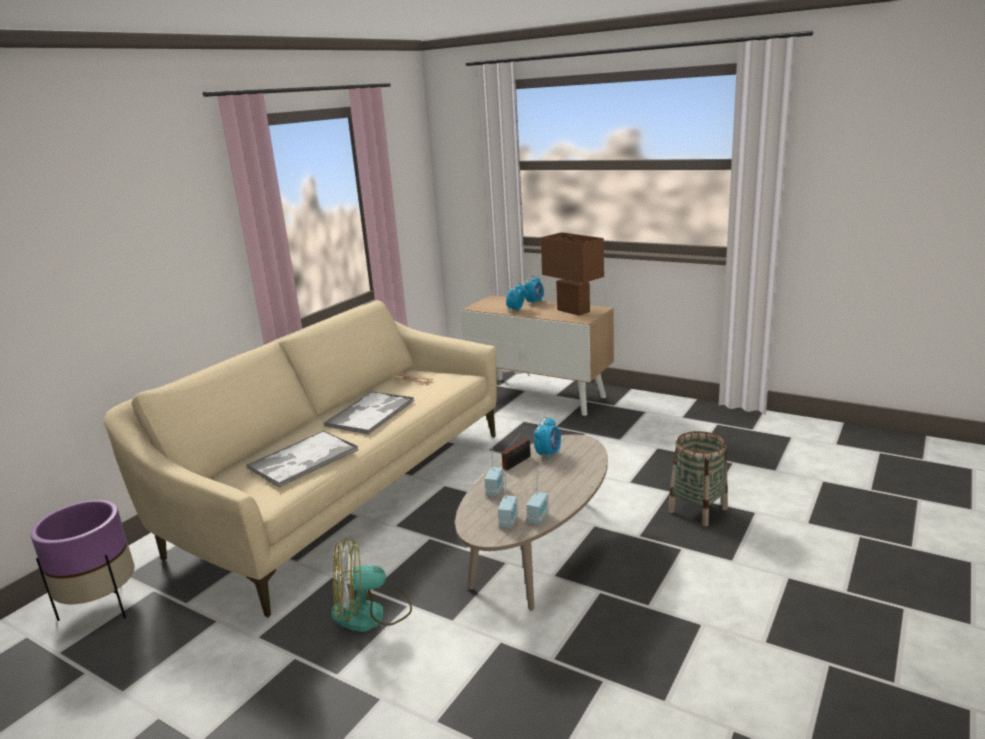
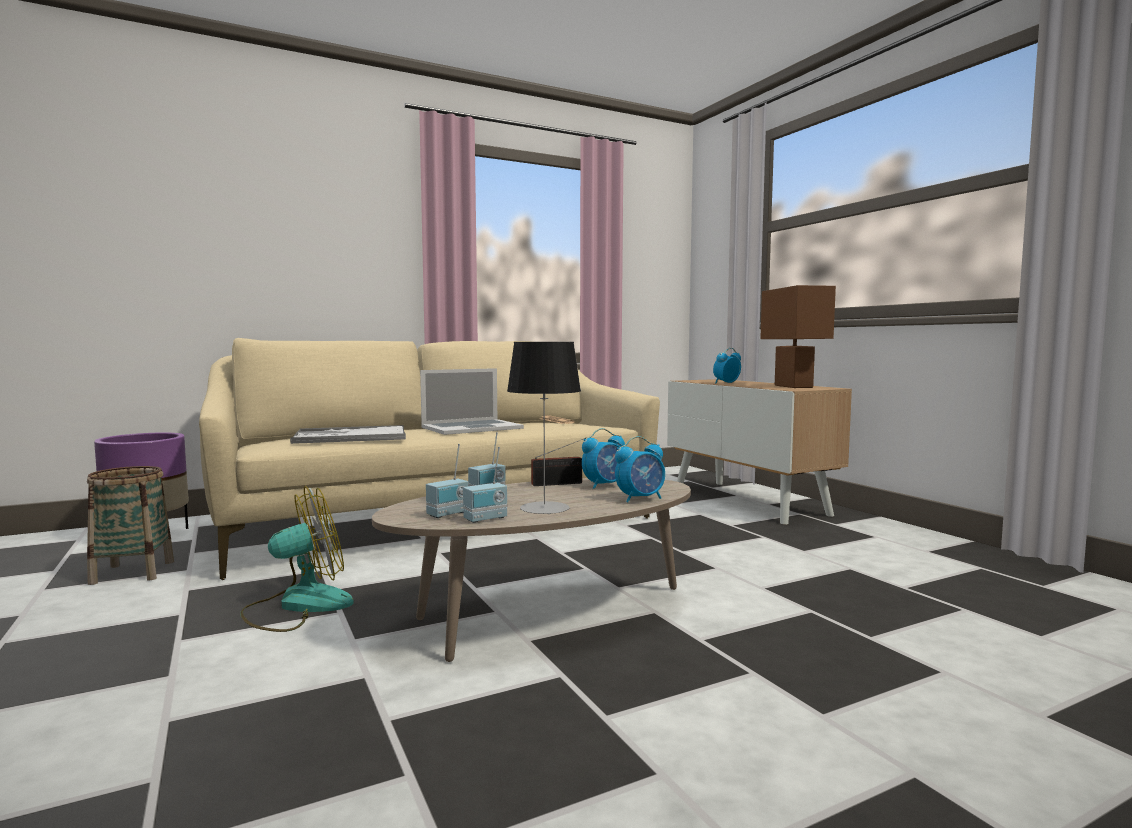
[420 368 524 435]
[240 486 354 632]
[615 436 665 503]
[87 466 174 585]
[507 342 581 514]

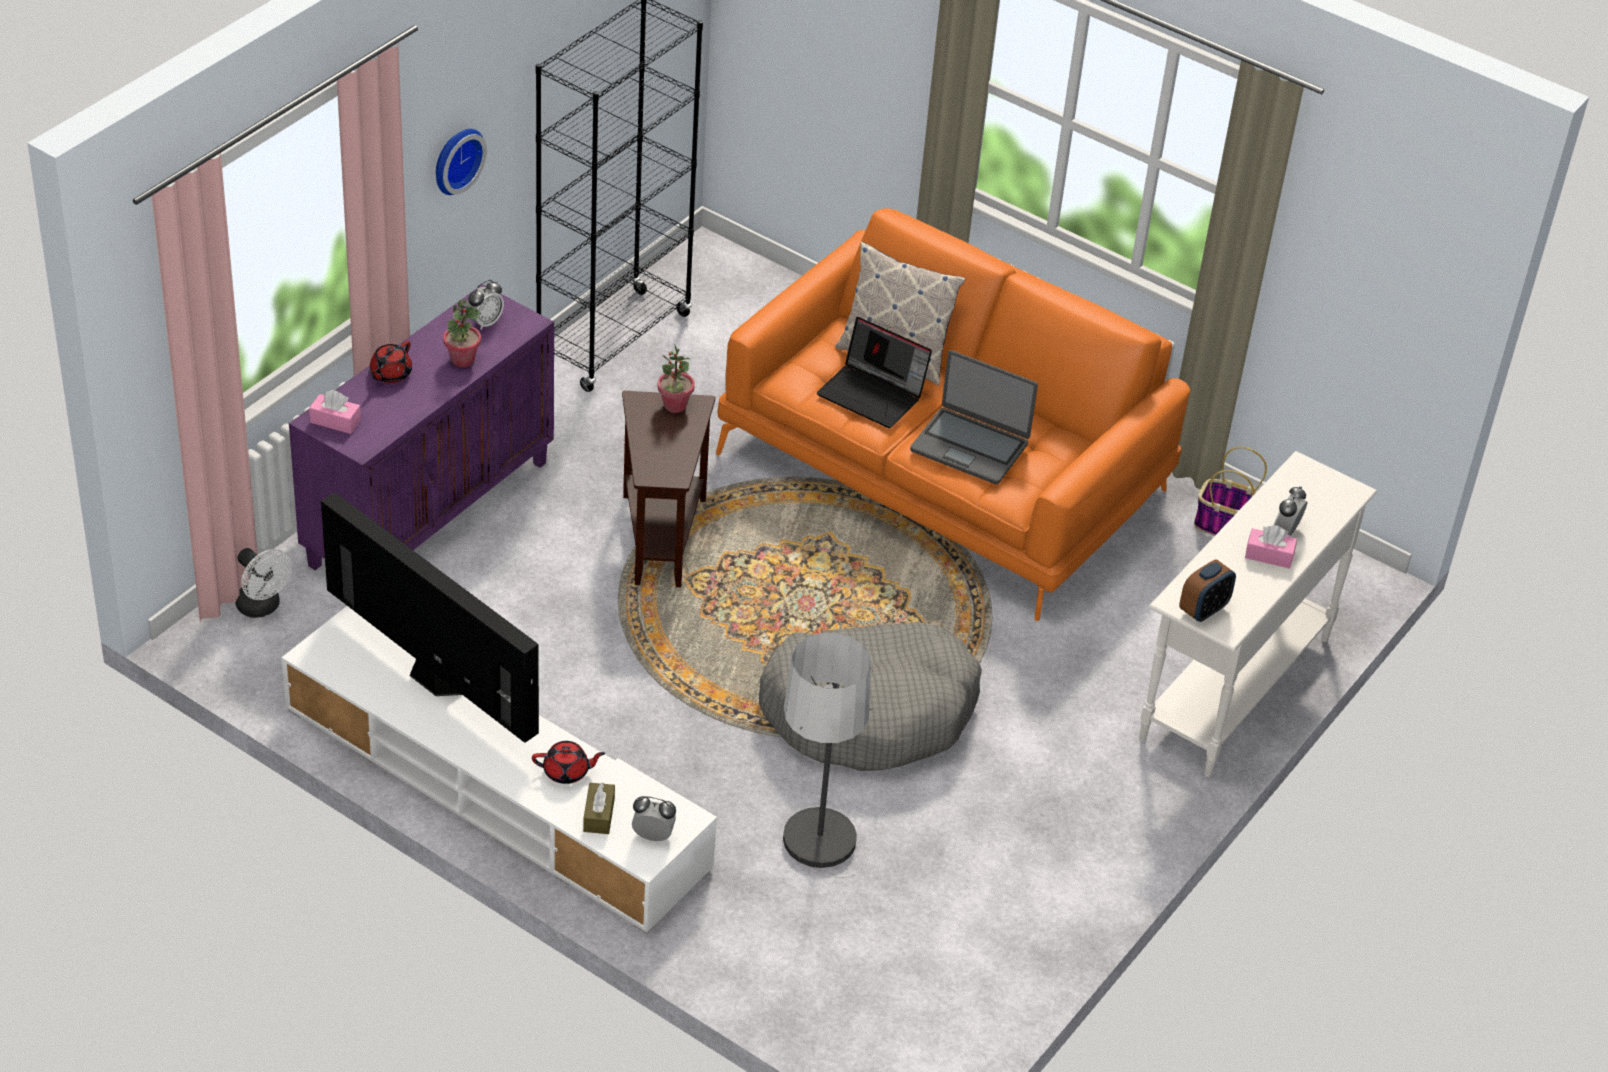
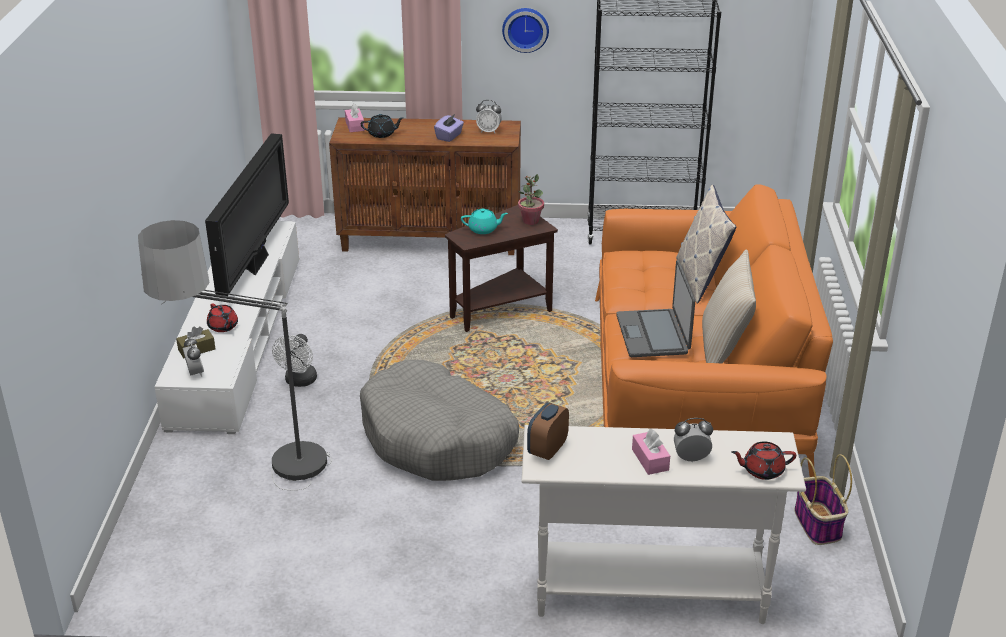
[272 334 317 387]
[329 117 521 255]
[731 441 796 480]
[434 114 464 142]
[817 317 932 428] (first image)
[527 402 569 460]
[361 114 404 138]
[461 209 508 234]
[702 249 756 363]

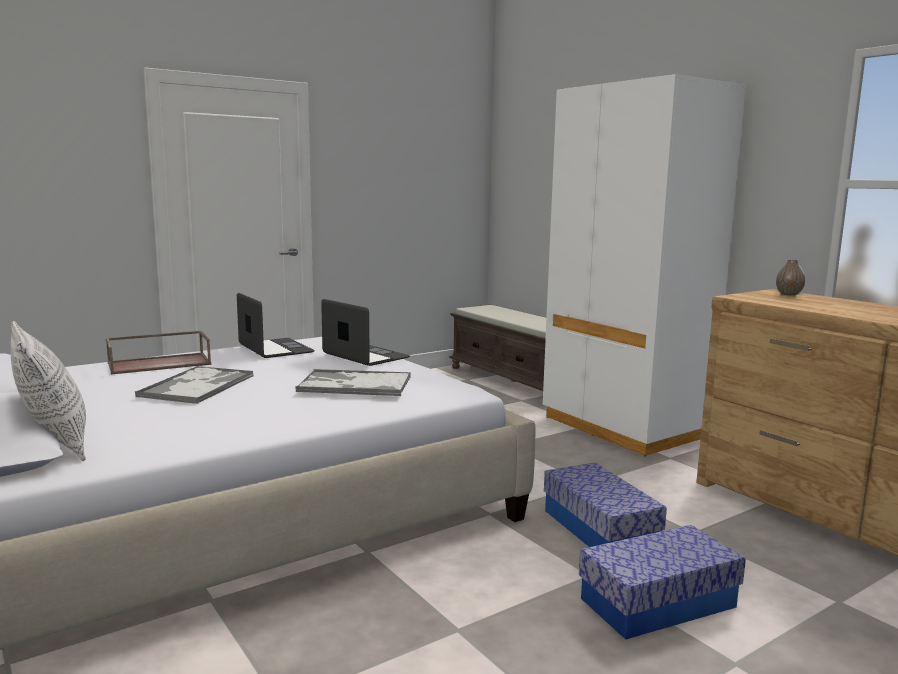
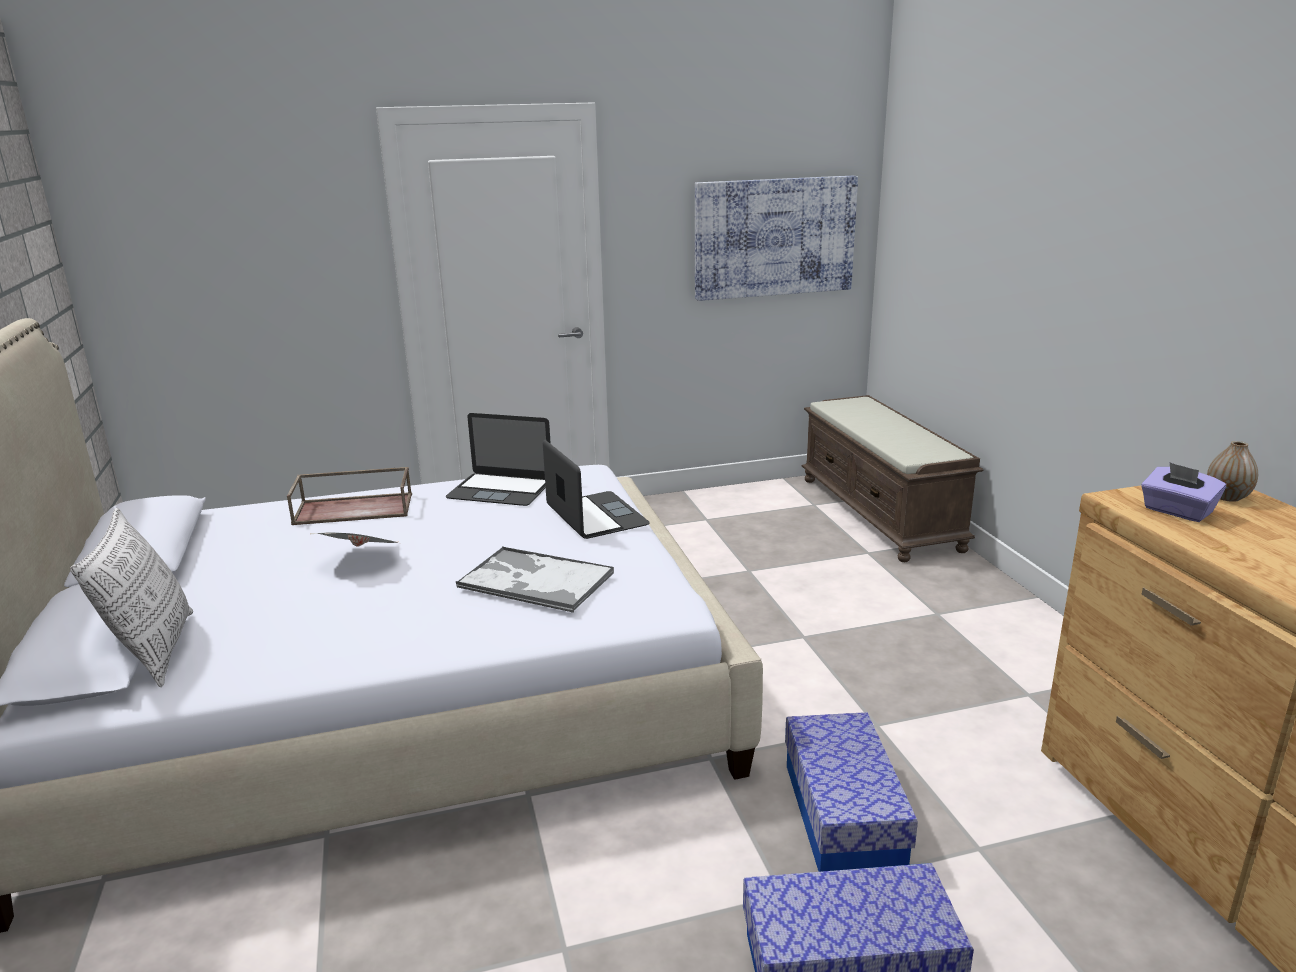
[310 532 399 547]
[446 413 551 506]
[543 74 746 456] (first image)
[695 176 858 301]
[1141 462 1226 522]

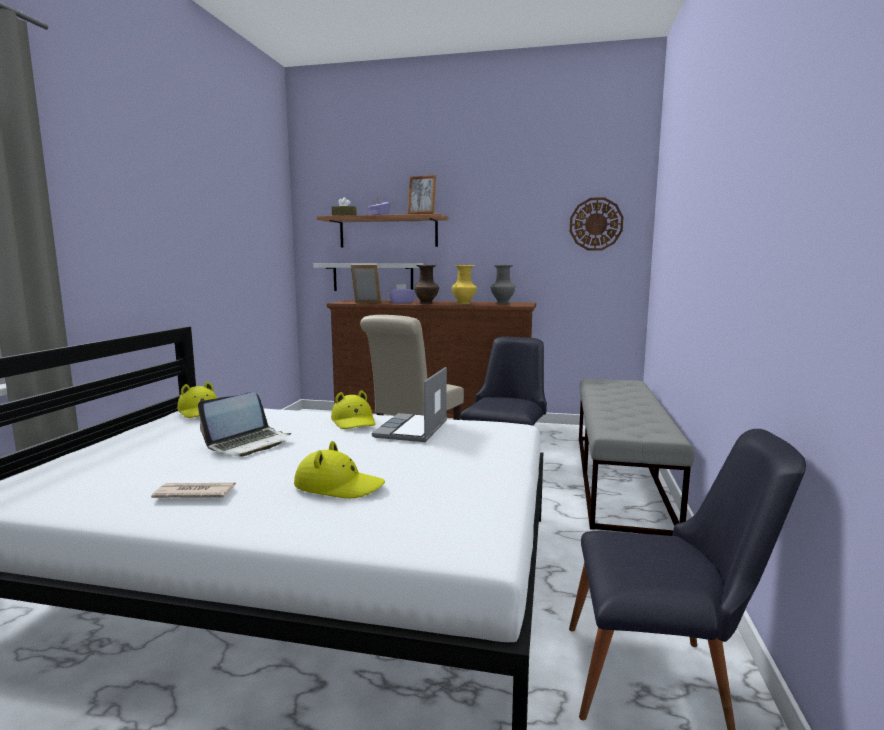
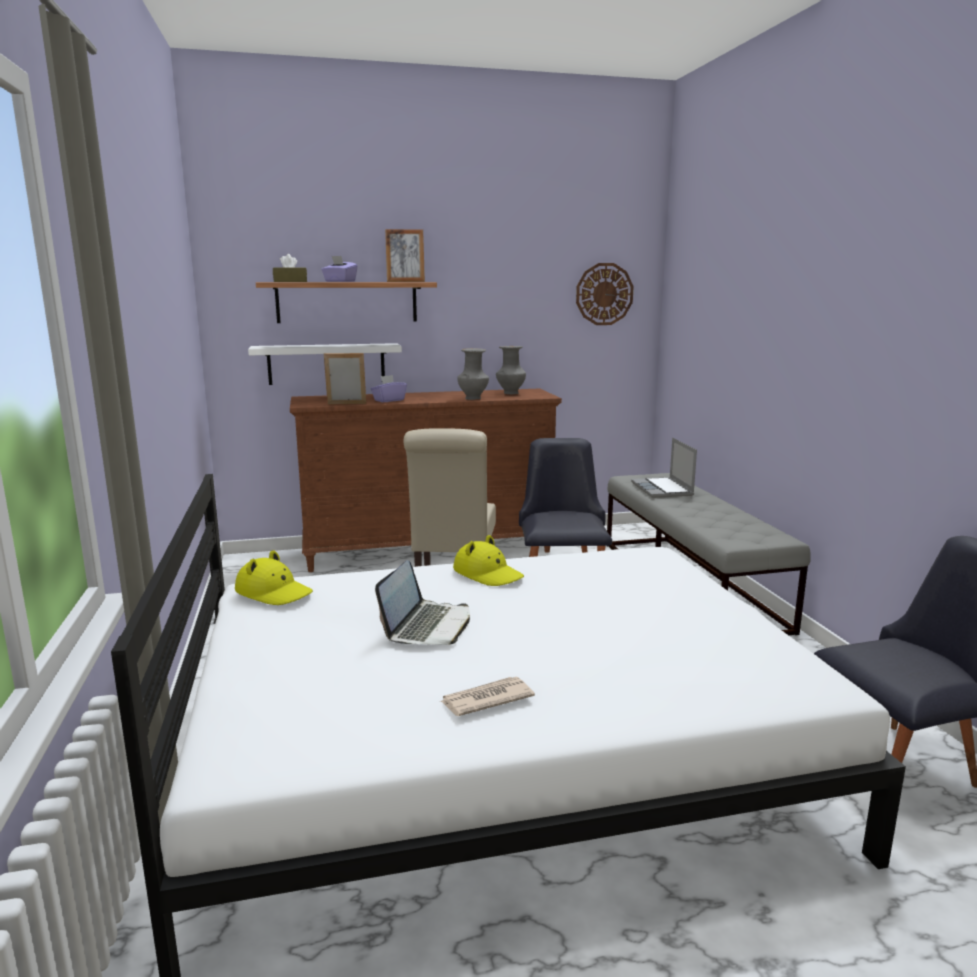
[294 441 385 498] (first image)
[631 438 697 498]
[414 265 439 304] (first image)
[457 348 489 400]

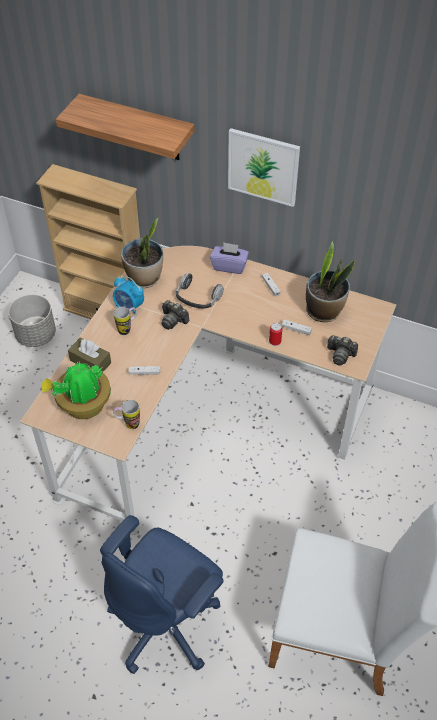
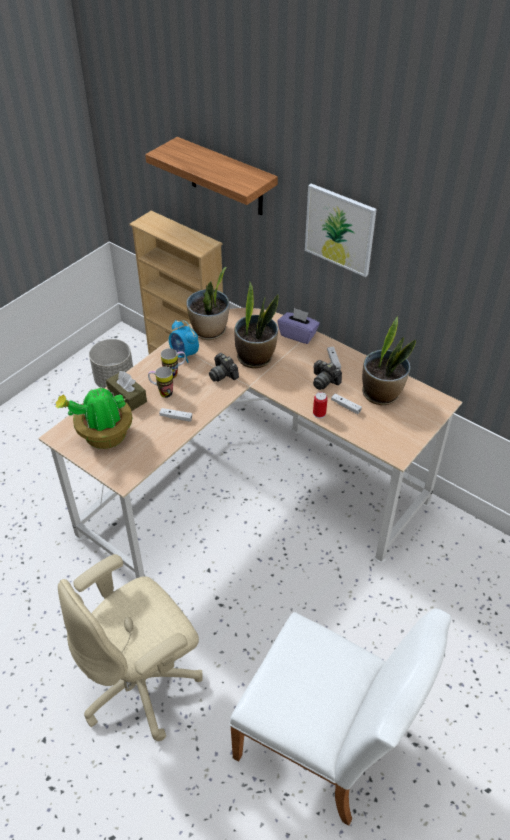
[58 554 203 741]
[148 366 173 398]
[235 282 279 368]
[313 360 342 390]

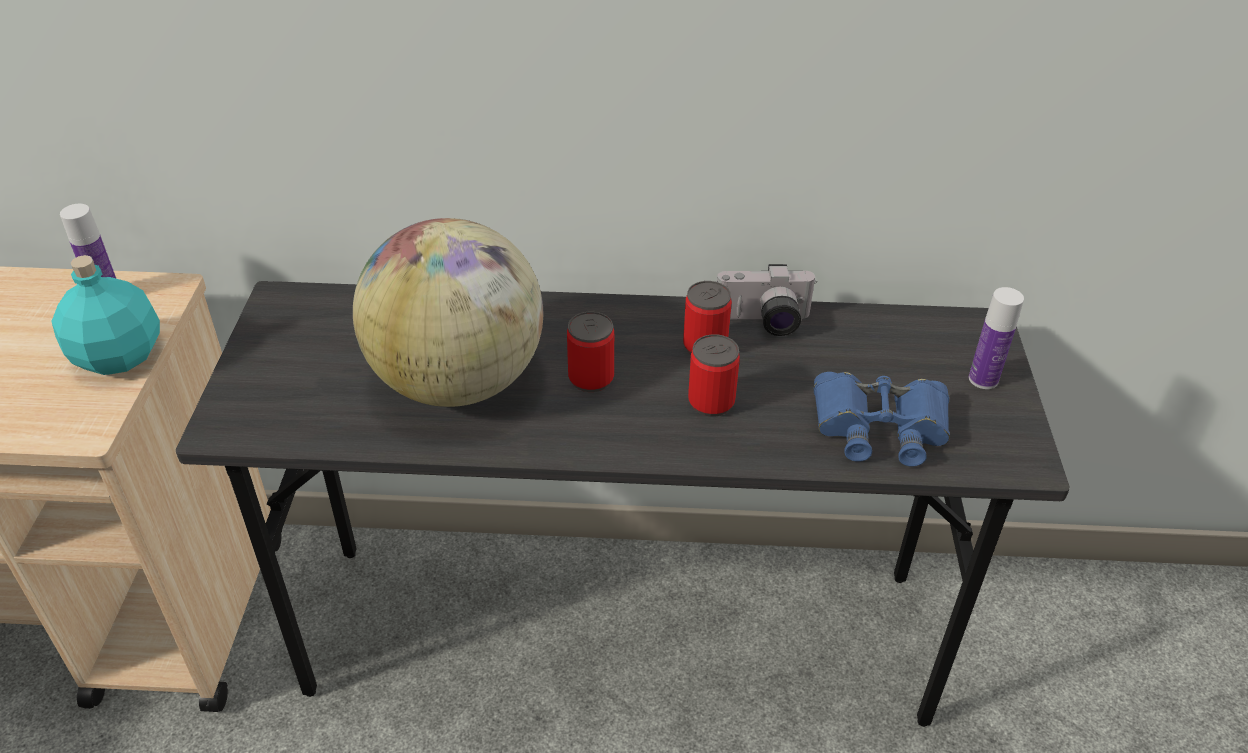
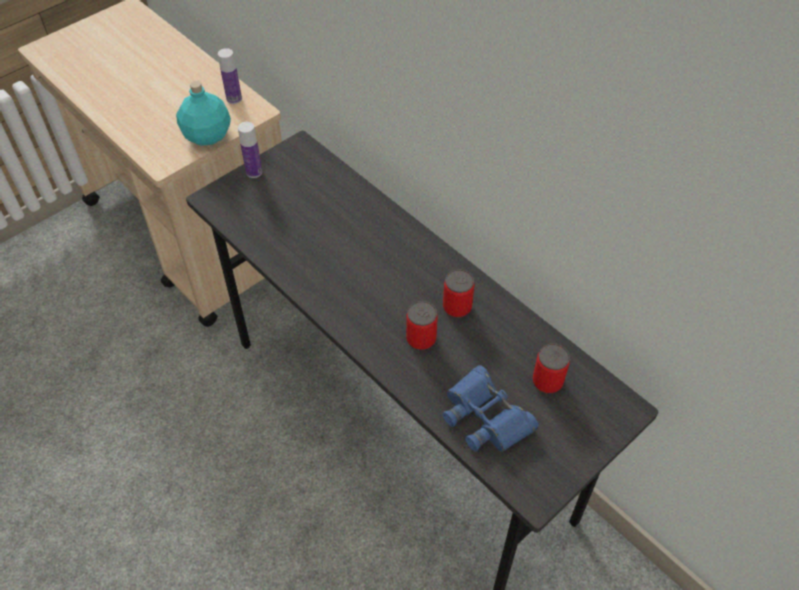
[353 218 543 407] (first image)
[532 344 570 394]
[717 264 817 336] (first image)
[238 122 262 178]

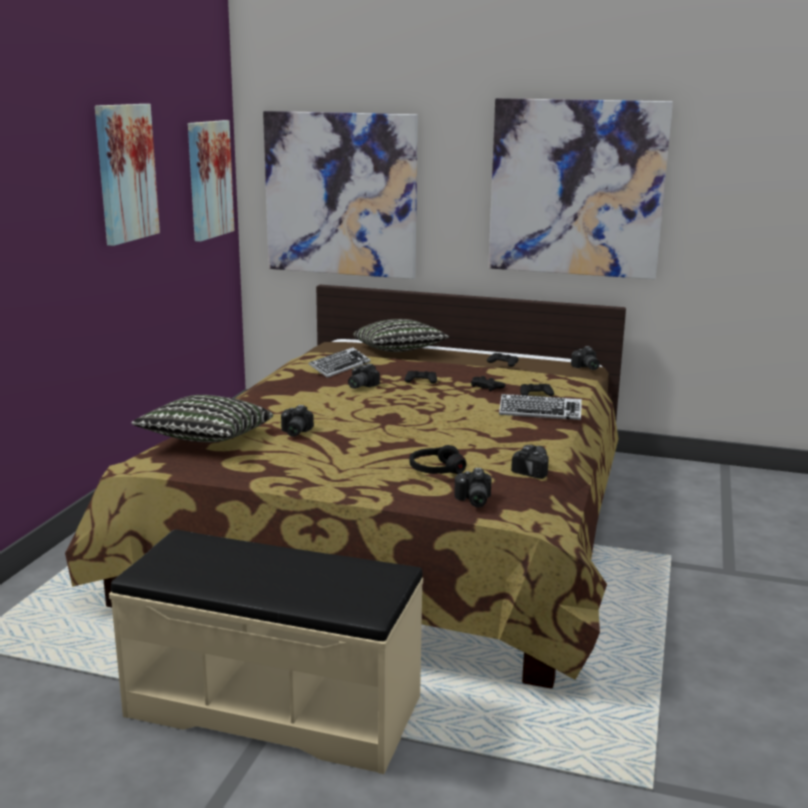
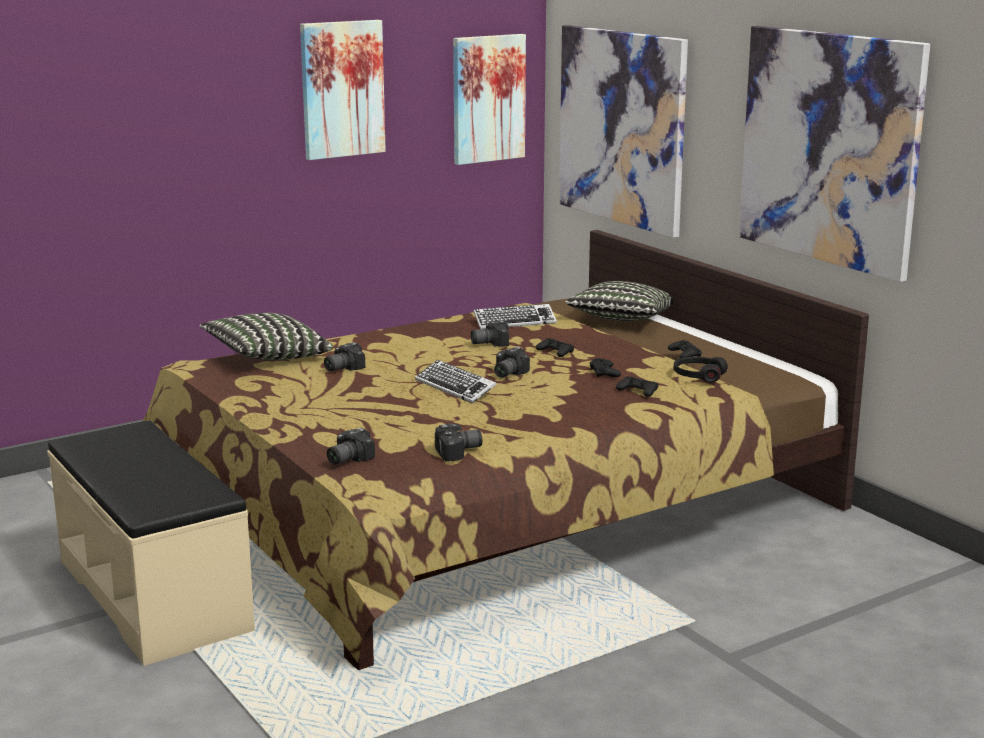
[674 357 728 382]
[415 360 496 403]
[494 347 530 378]

